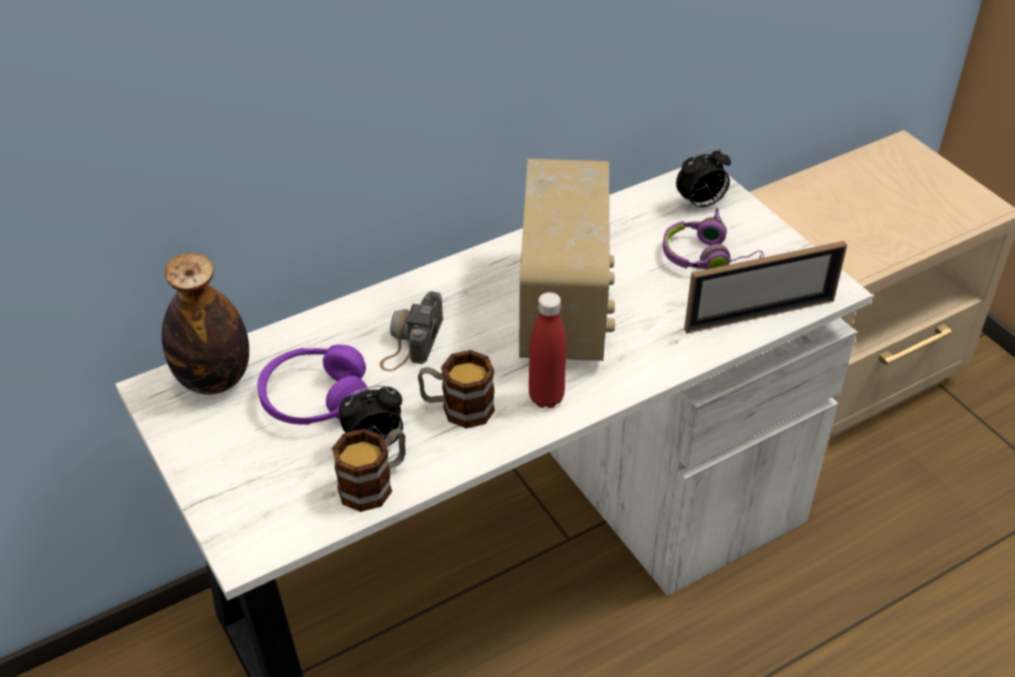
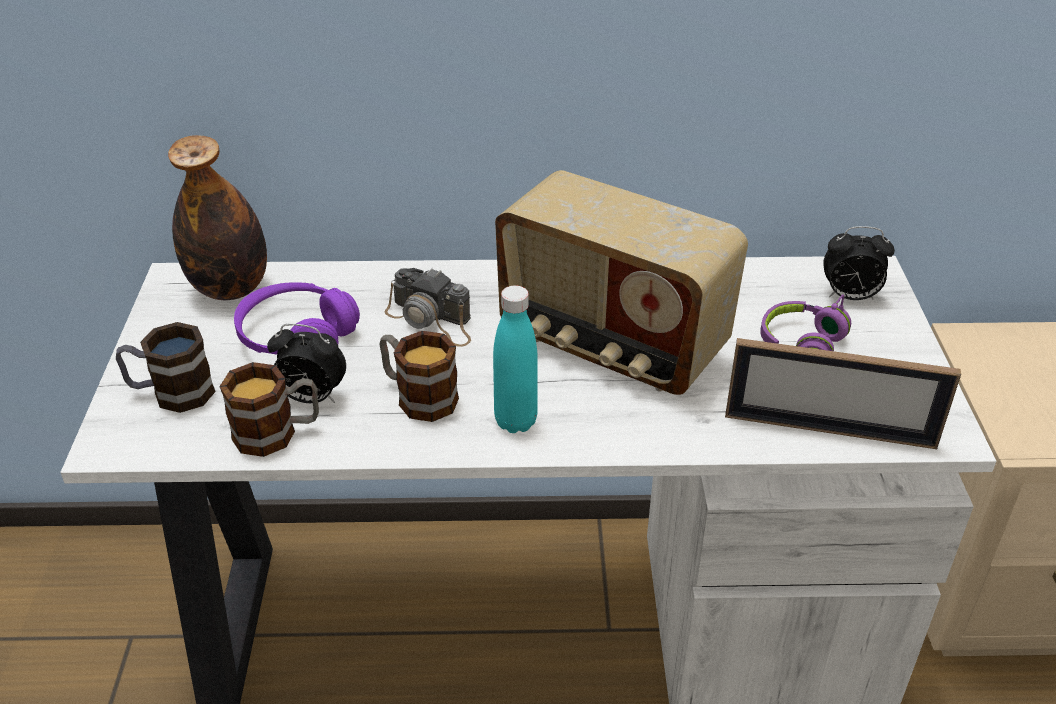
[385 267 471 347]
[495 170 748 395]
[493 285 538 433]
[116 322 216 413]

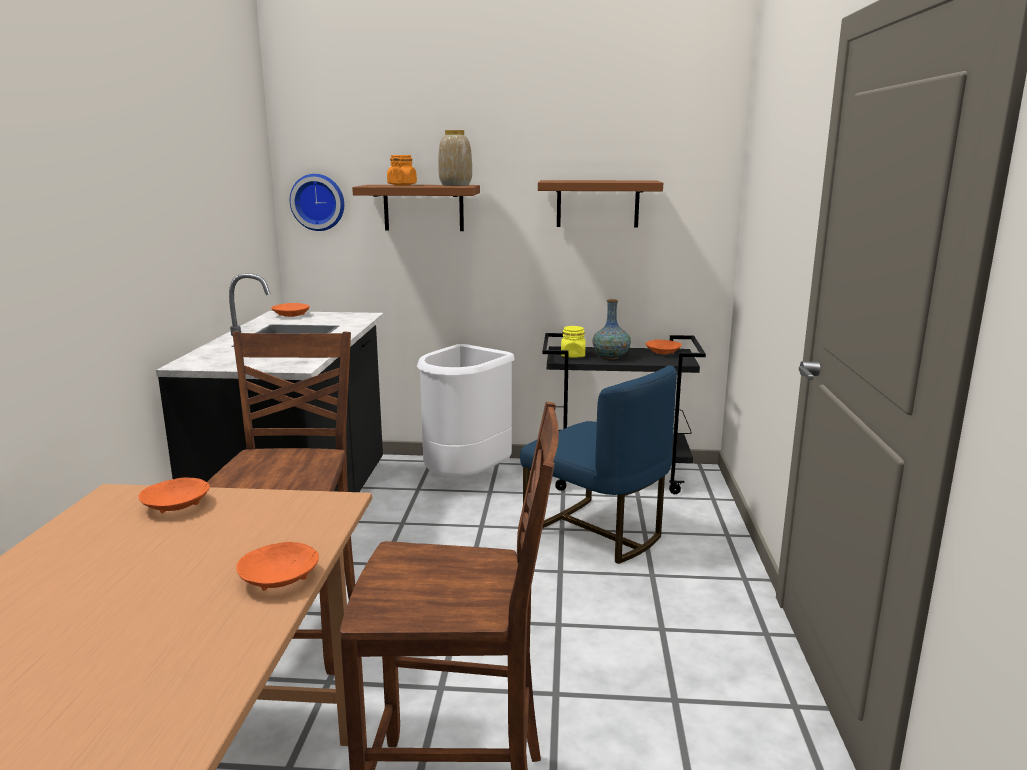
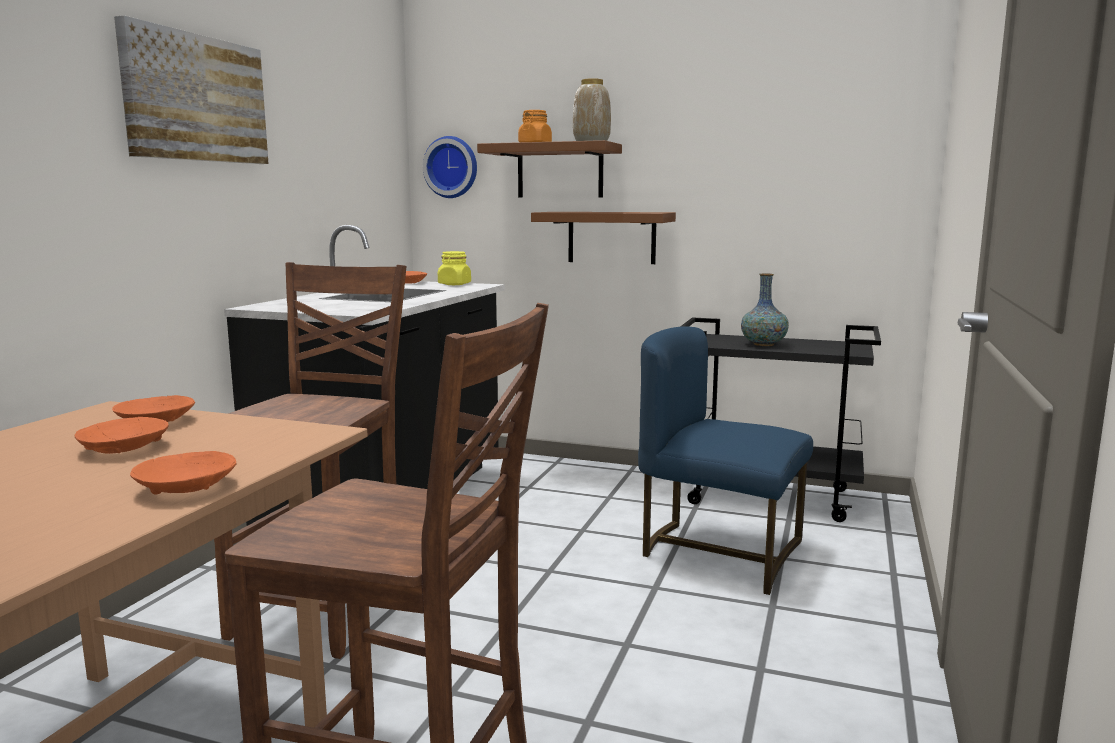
[417 344 515 476] (first image)
[638 326 813 595]
[531 212 676 264]
[438 251 471 285]
[75 417 169 454]
[114 16 269 164]

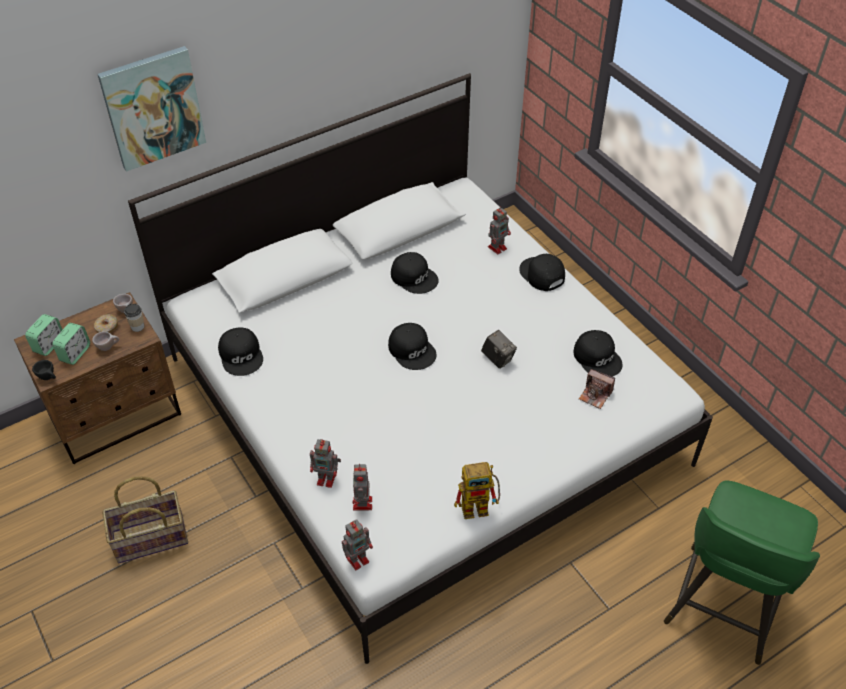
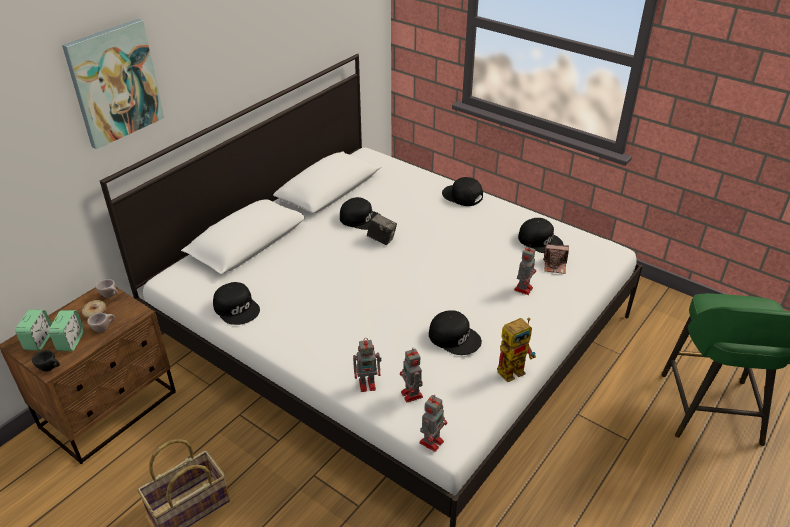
[124 304 144 332] (first image)
[429 310 482 355]
[367 214 397 245]
[514 245 536 295]

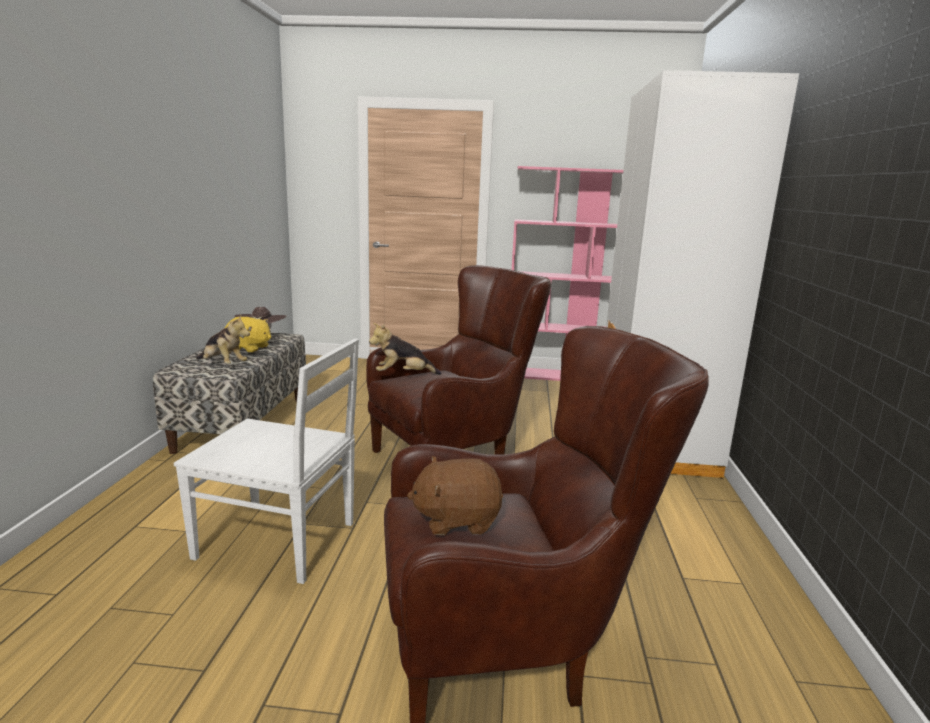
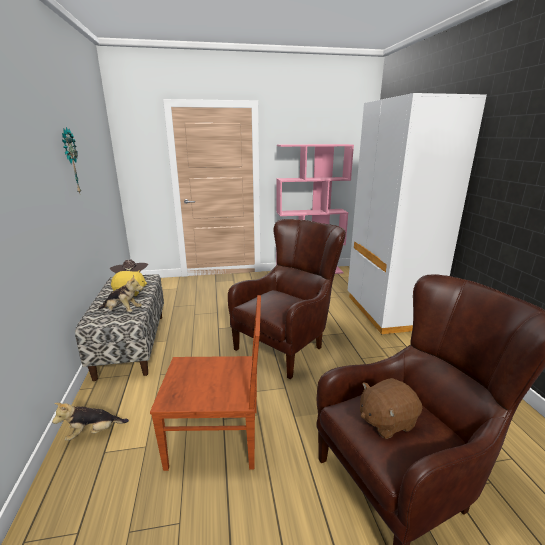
[150 295 261 471]
[52 403 129 441]
[62 127 81 193]

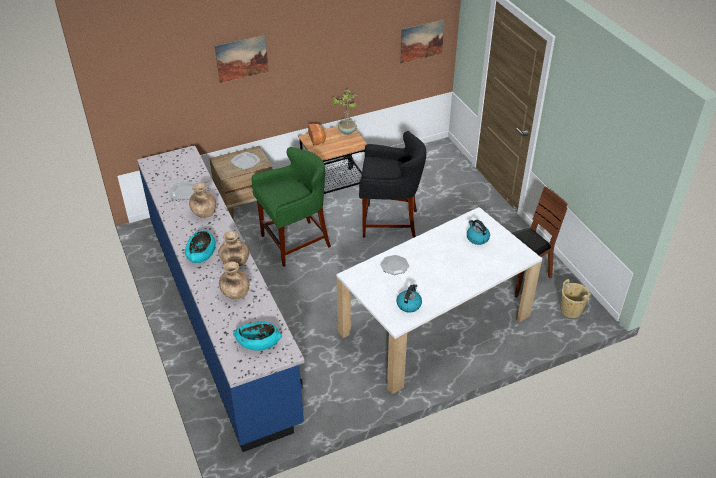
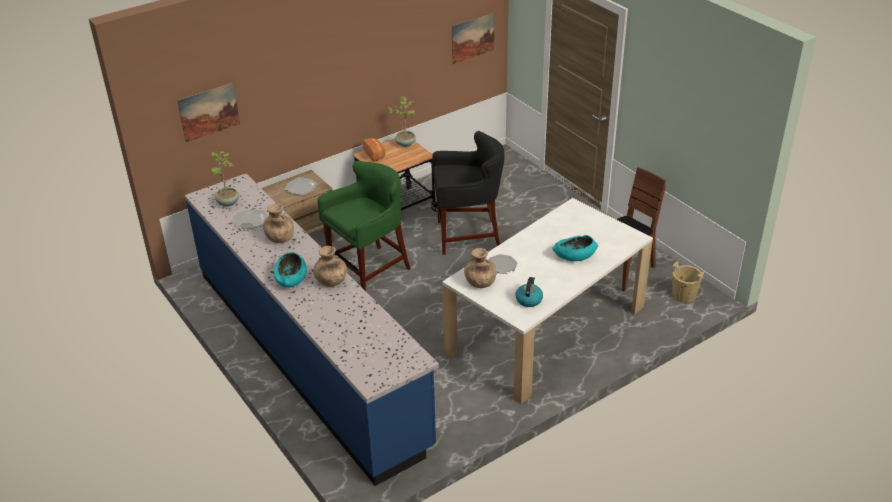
[177 83 240 142]
[464 248 497 288]
[552 235 598 261]
[467 220 490 245] (first image)
[209 151 239 206]

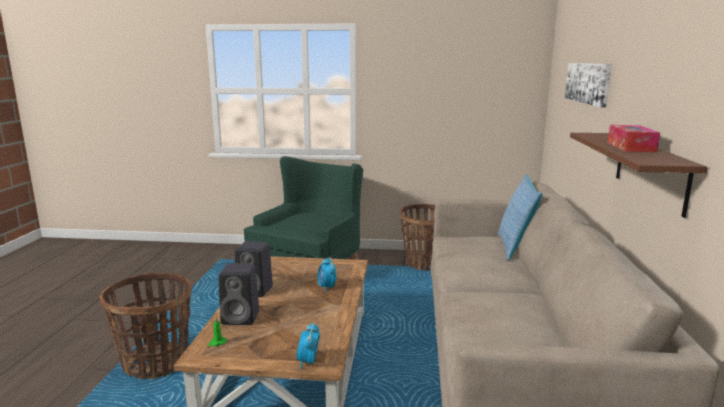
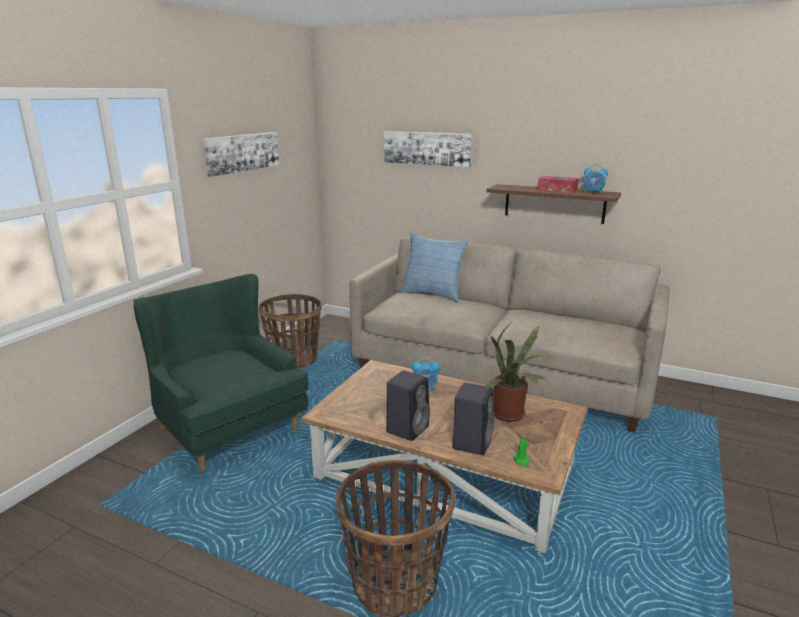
[583 164 608 194]
[203 132 279 177]
[486 324 552 422]

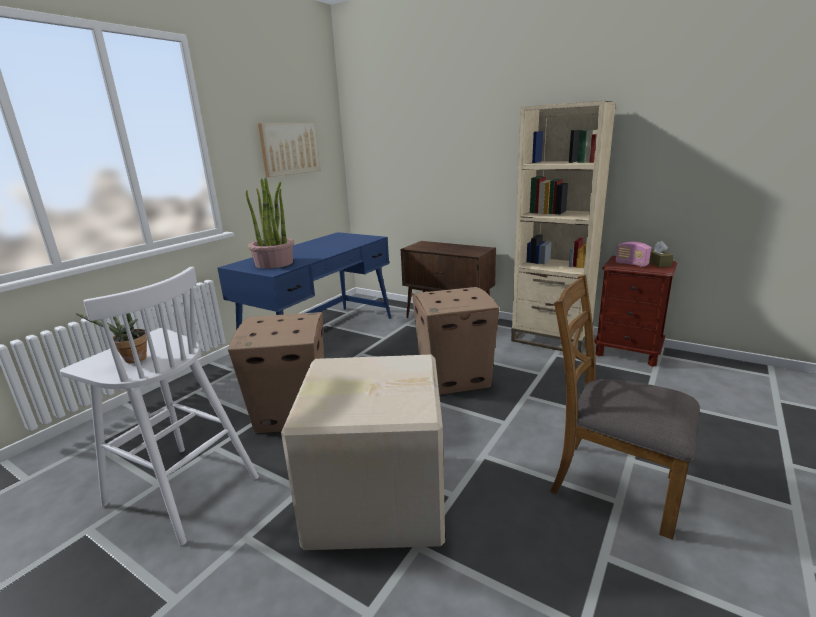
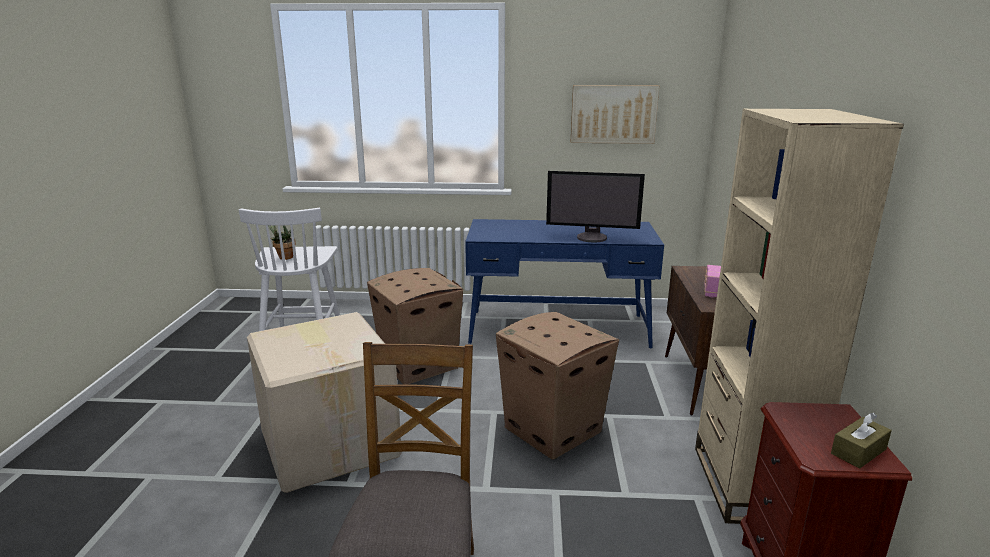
[246 178 294 269] (first image)
[704 265 721 298]
[546 171 645 242]

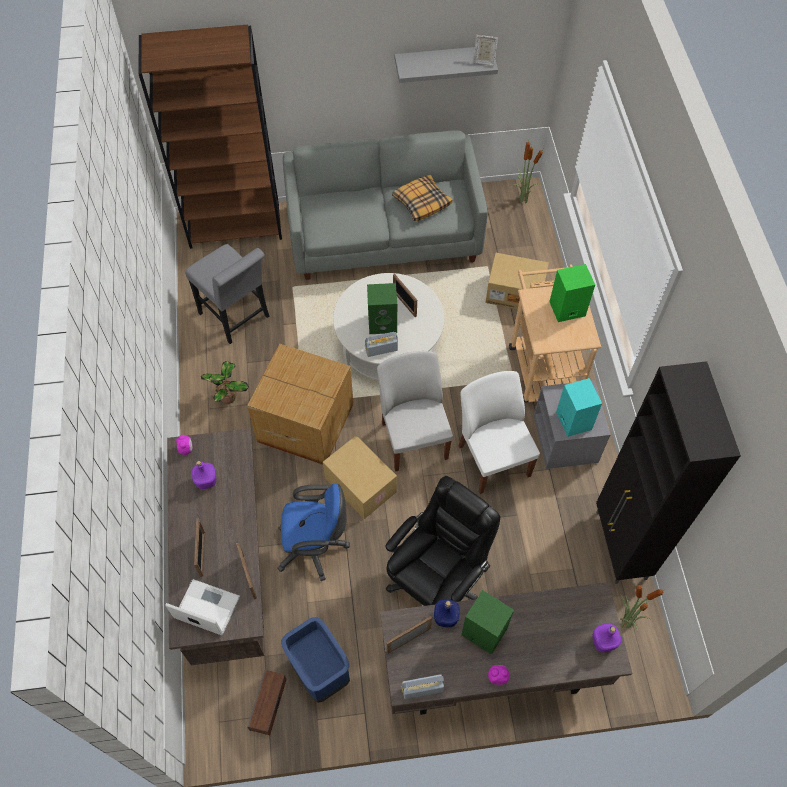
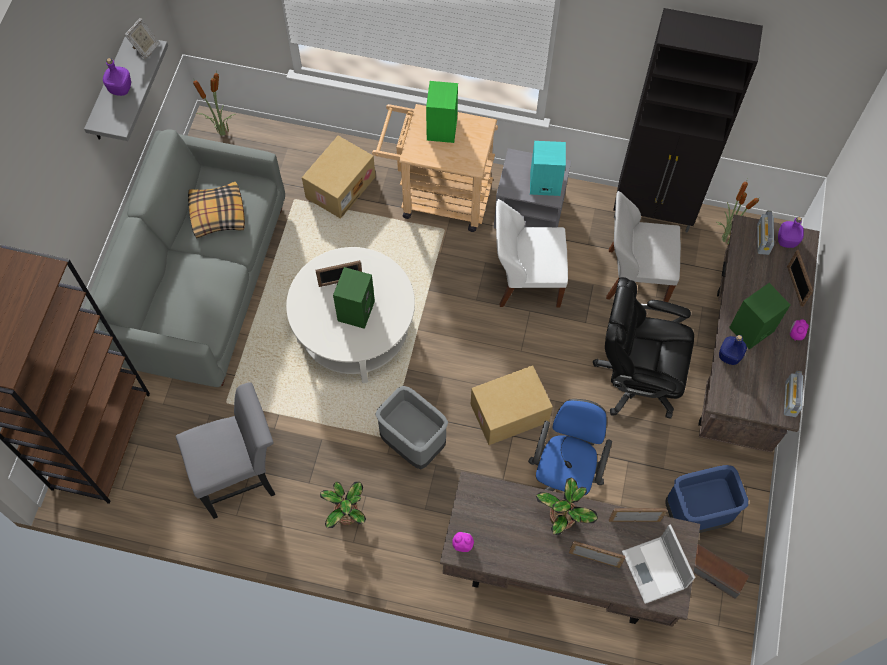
[622 524 695 604]
[103 58 131 96]
[375 386 448 469]
[757 211 774 255]
[606 191 681 302]
[593 277 694 419]
[787 250 813 307]
[536 478 598 535]

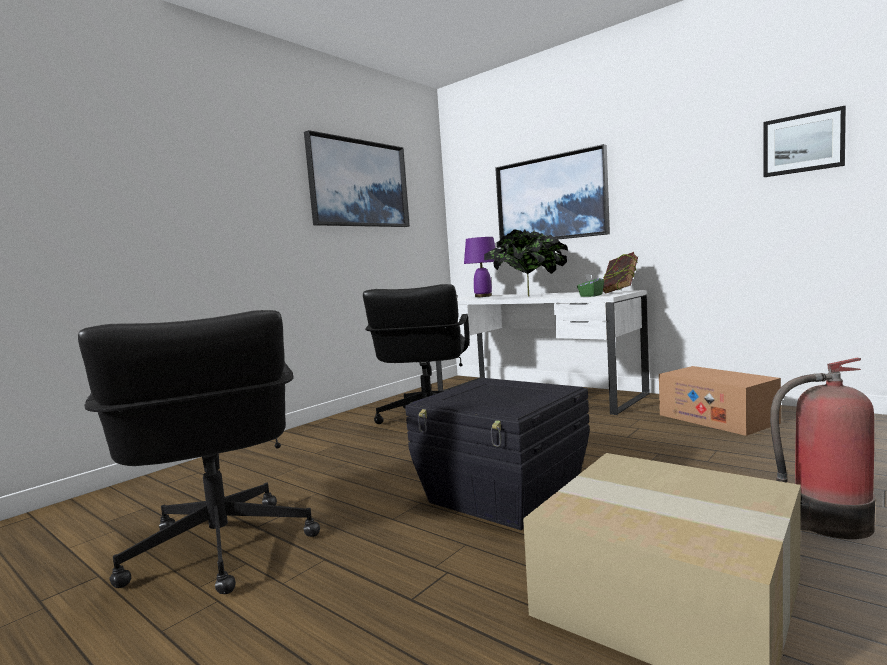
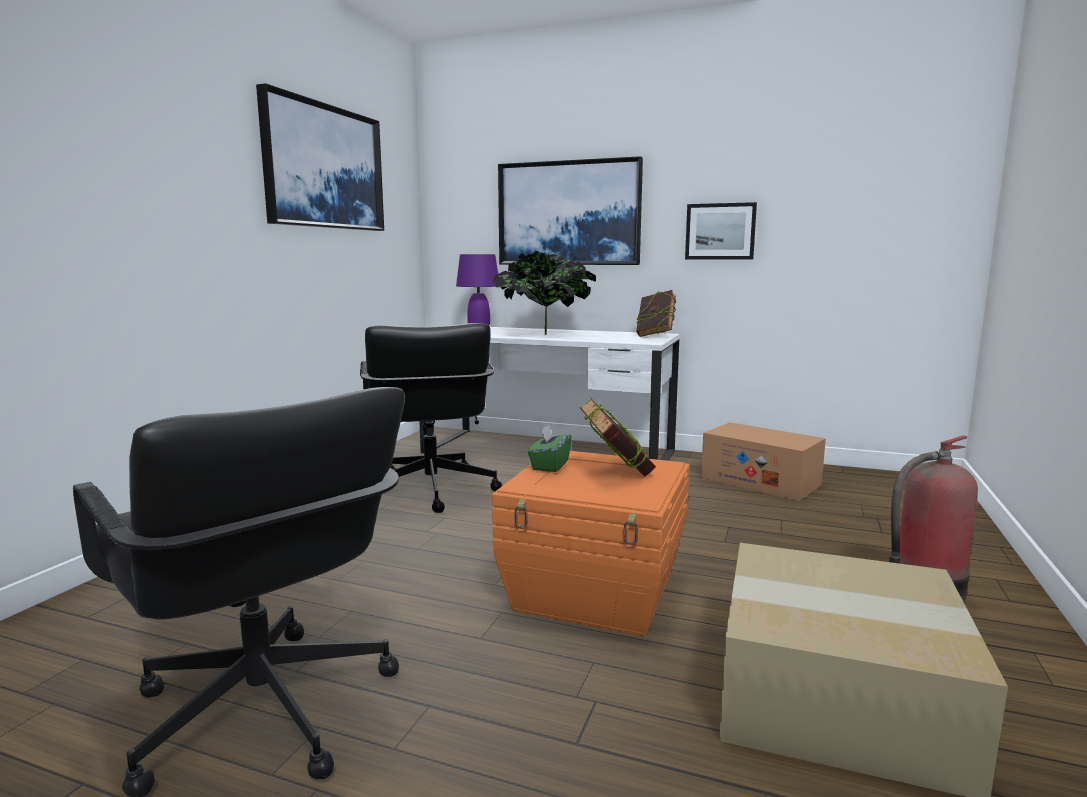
[492 451 690 636]
[528 425 572 472]
[685 202 757 260]
[580 397 656 477]

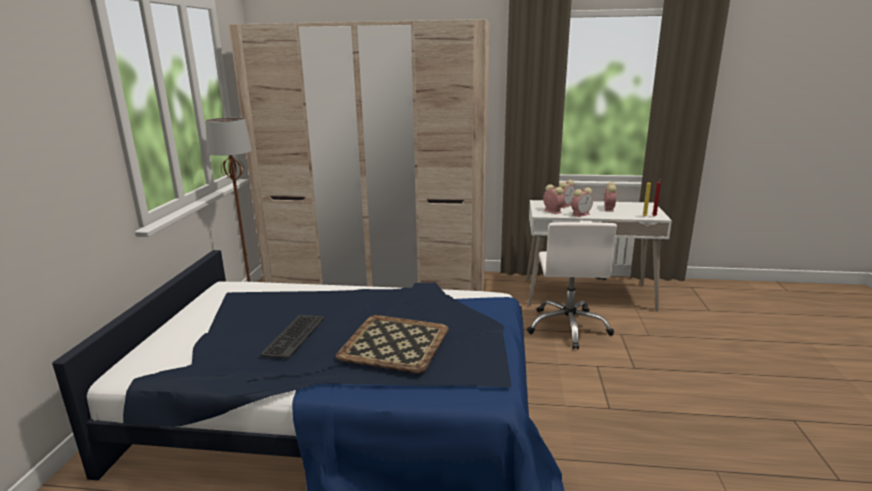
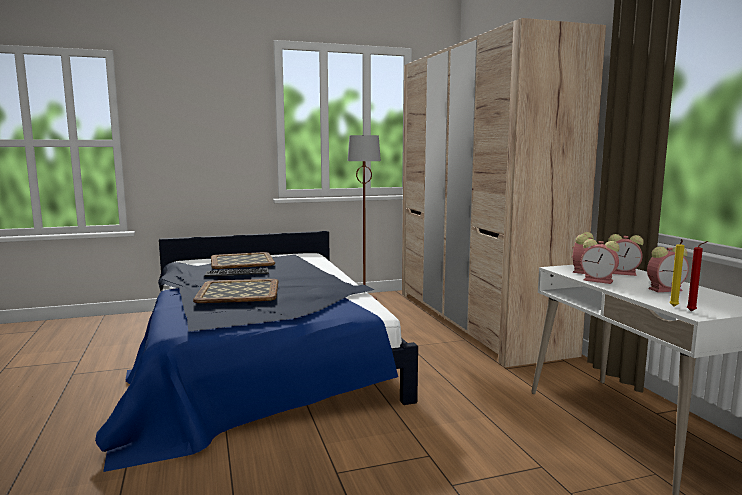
[527 222 617 349] (first image)
[211 252 275 269]

